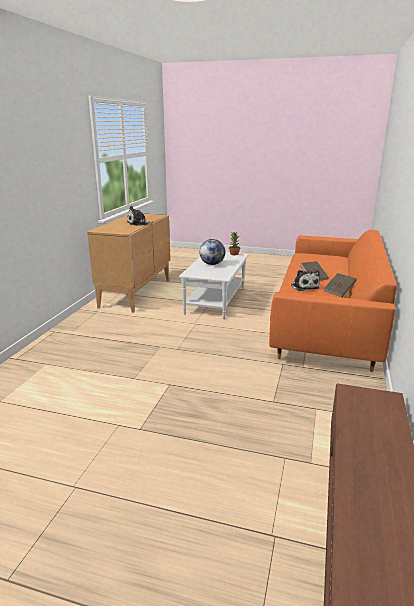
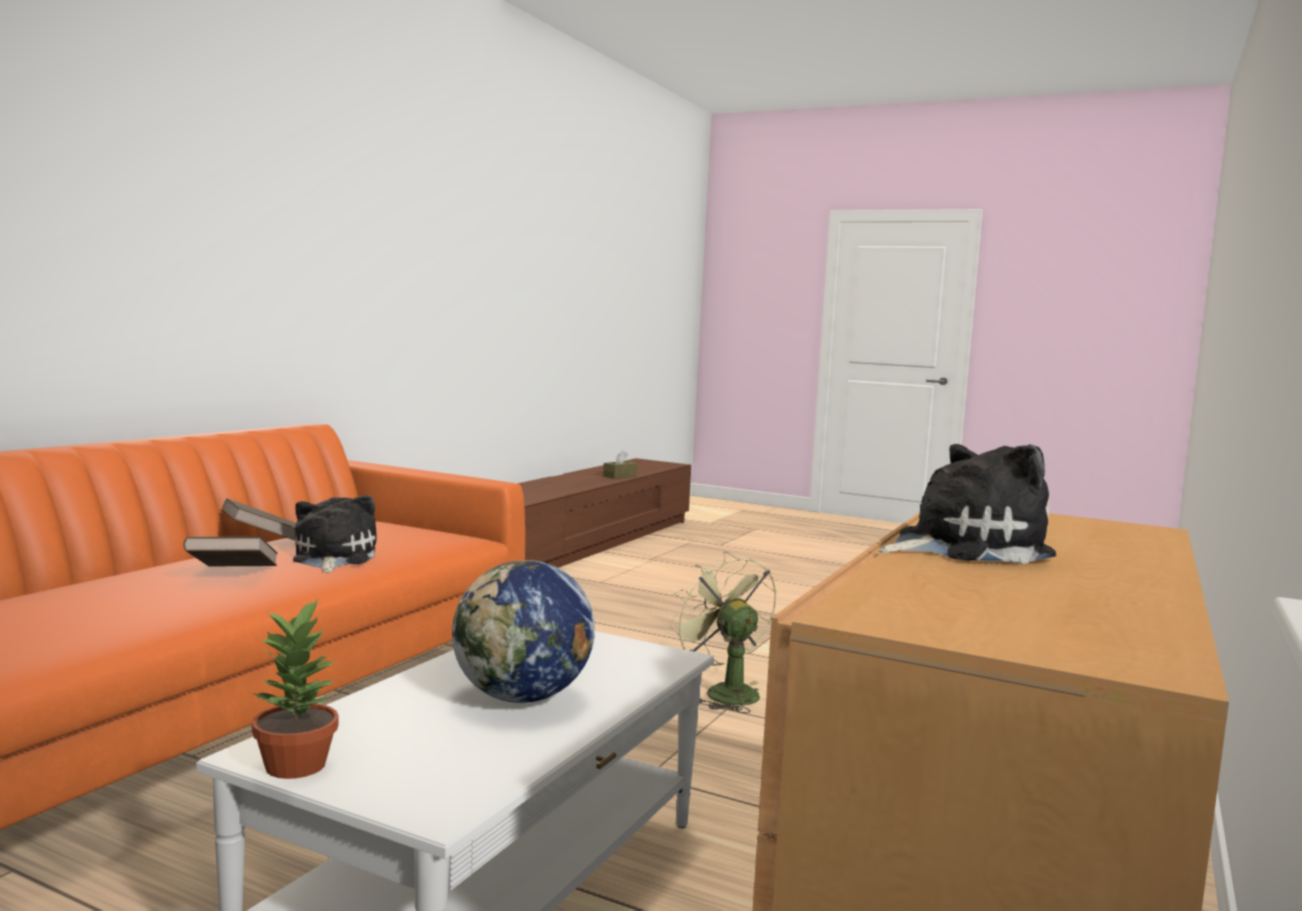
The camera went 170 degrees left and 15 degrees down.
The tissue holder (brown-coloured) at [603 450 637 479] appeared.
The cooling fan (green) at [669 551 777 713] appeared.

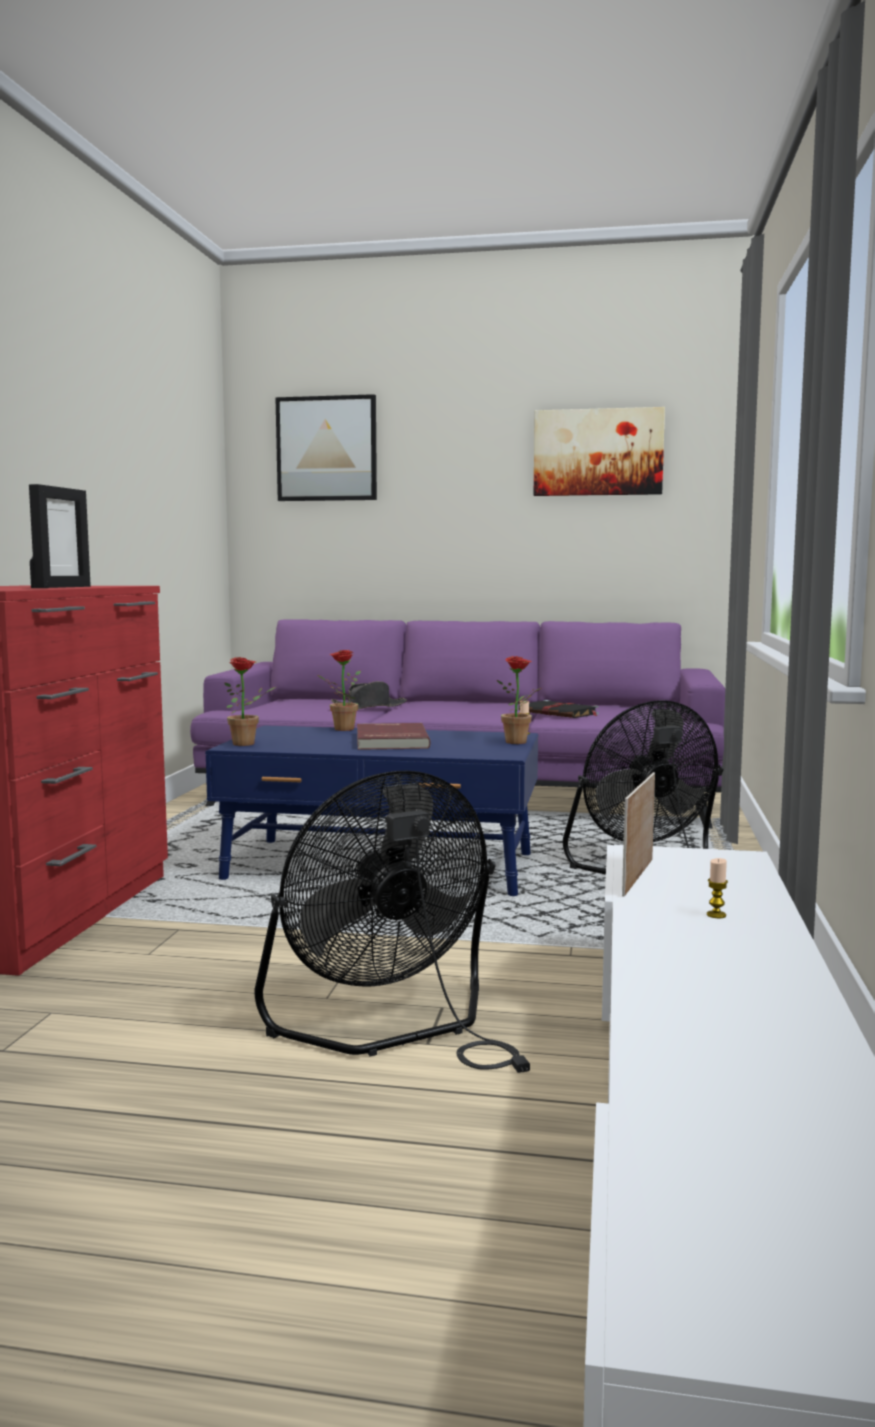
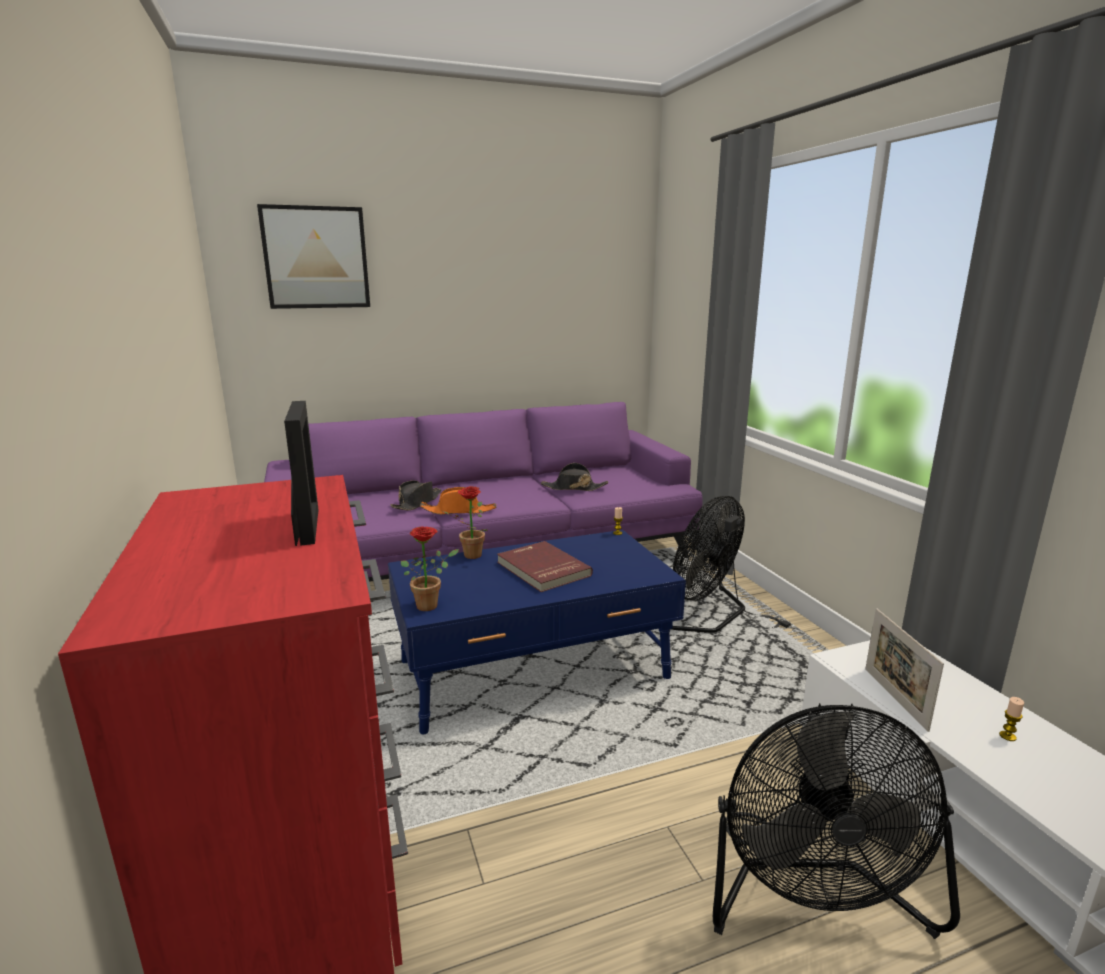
The camera went 30 degrees left and 10 degrees up.
The wall picture at [534 407 665 496] disappeared.
The plant in a pot at [497 656 541 744] disappeared.
The volume (black-coloured) at [519 700 599 718] was replaced by the hat (black-coloured) at [541 463 608 491].
The cooling fan (black-coloured) at [254 771 530 1073] turned 120 degrees counterclockwise.
The hat (orange-coloured) at [420 487 496 515] appeared.

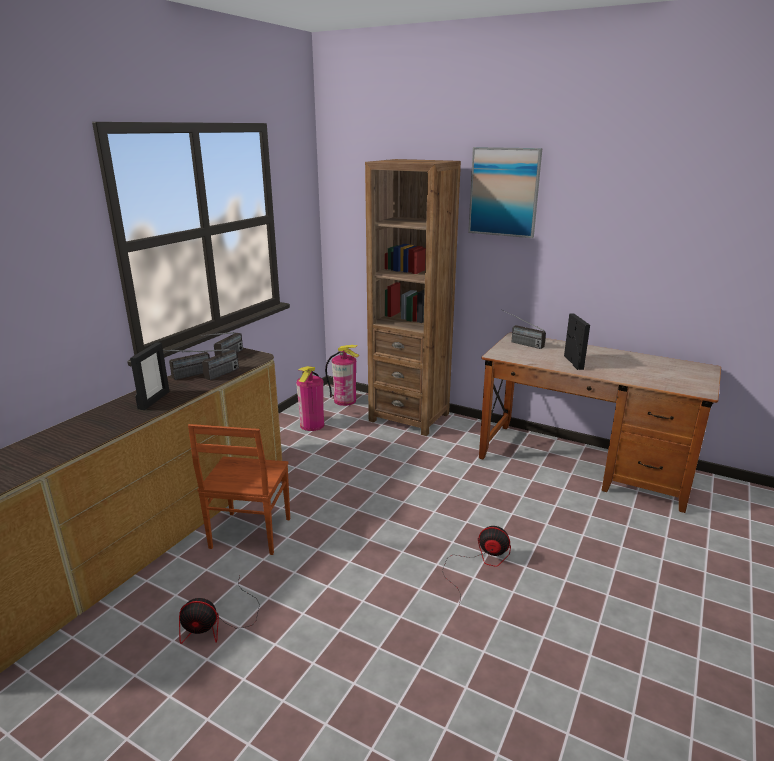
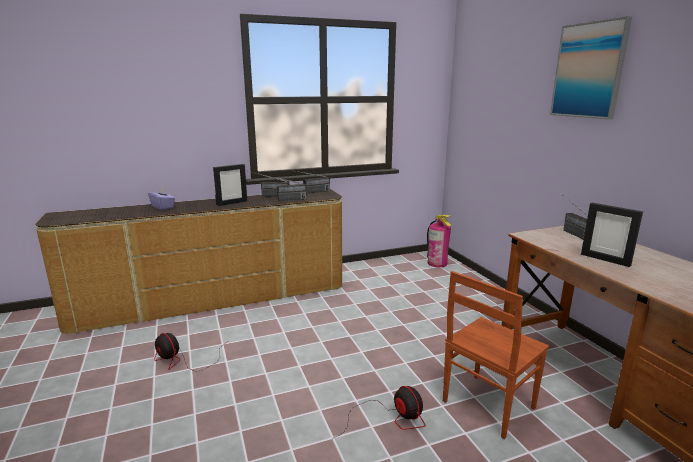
The camera went 40 degrees right and 5 degrees down.
The bookshelf (brown-coloured) at [365 159 461 436] disappeared.
The photo frame at [564 313 590 370] turned 105 degrees clockwise.
The extinguisher at [296 366 324 431] disappeared.
The chair (brown-coloured) moved from [188 424 290 555] to [443 271 549 439].
The tissue holder (purplish) at [148 186 175 210] appeared.

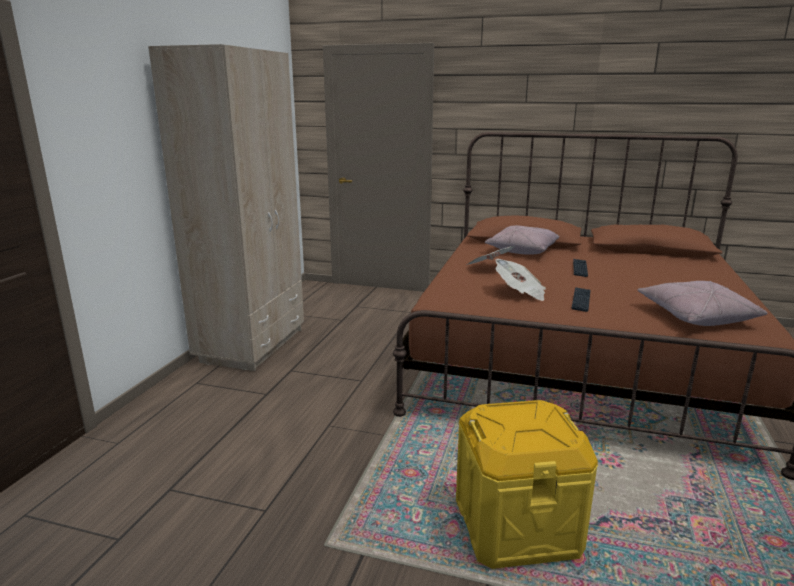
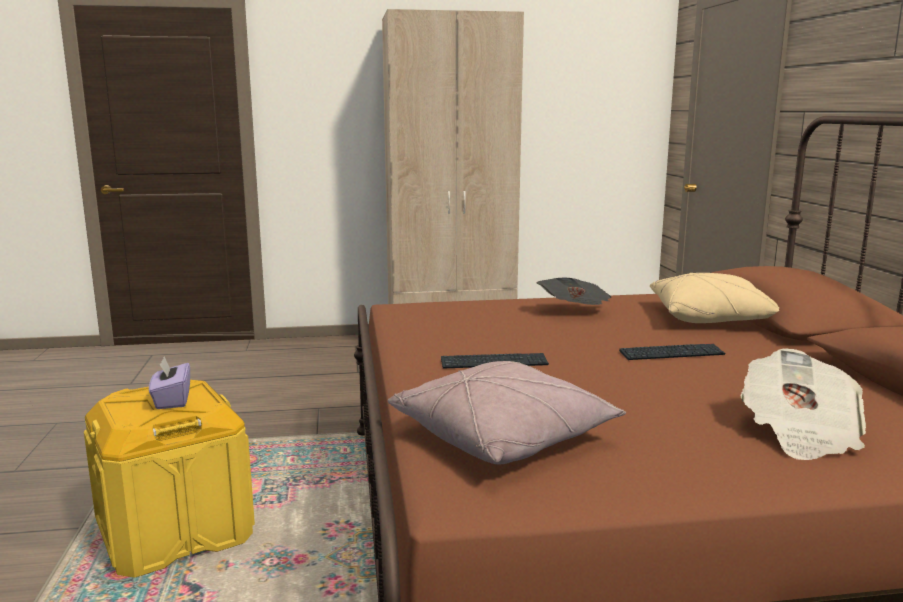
The camera went 65 degrees right and 5 degrees down.
The cushion (purplish) at [485 225 560 255] became the cushion (beige-coloured) at [650 273 779 323].
The newspaper moved from [496 259 546 301] to [741 349 866 460].
The tissue holder (purplish) at [149 356 190 409] appeared.

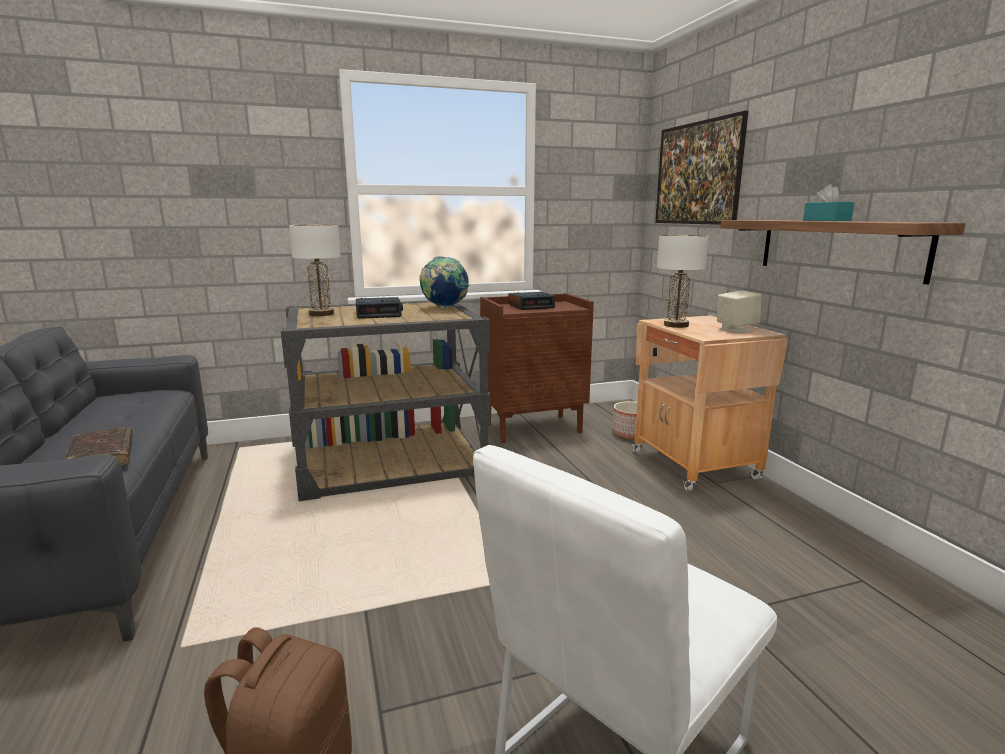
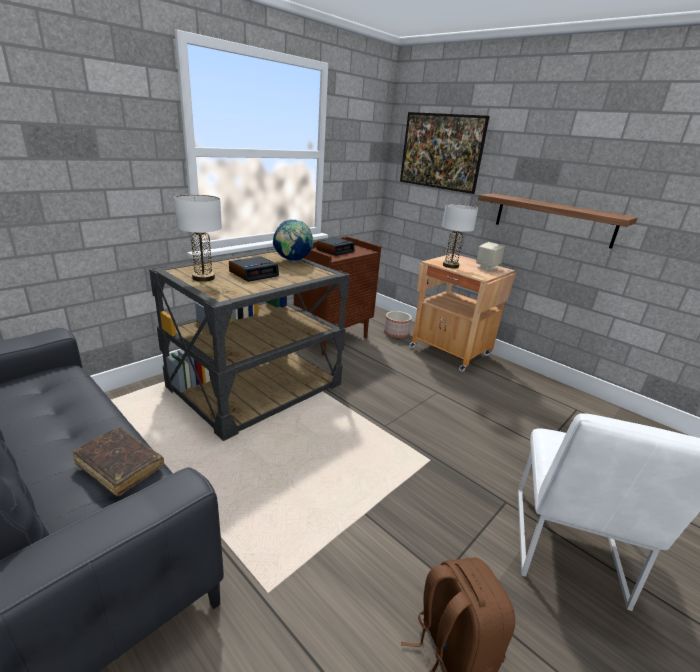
The camera went 30 degrees left and 10 degrees up.
The tissue holder (turquoise-coloured) at [803 184 854 221] disappeared.

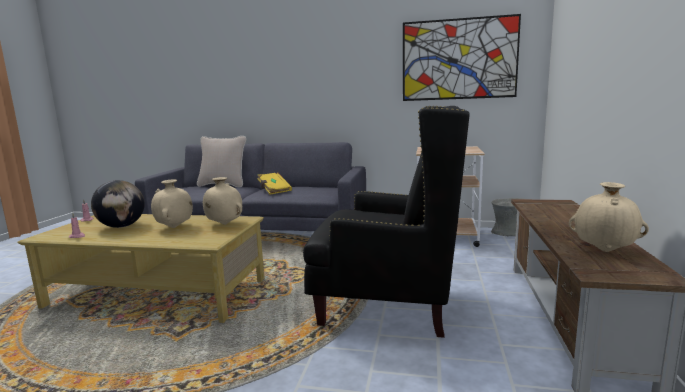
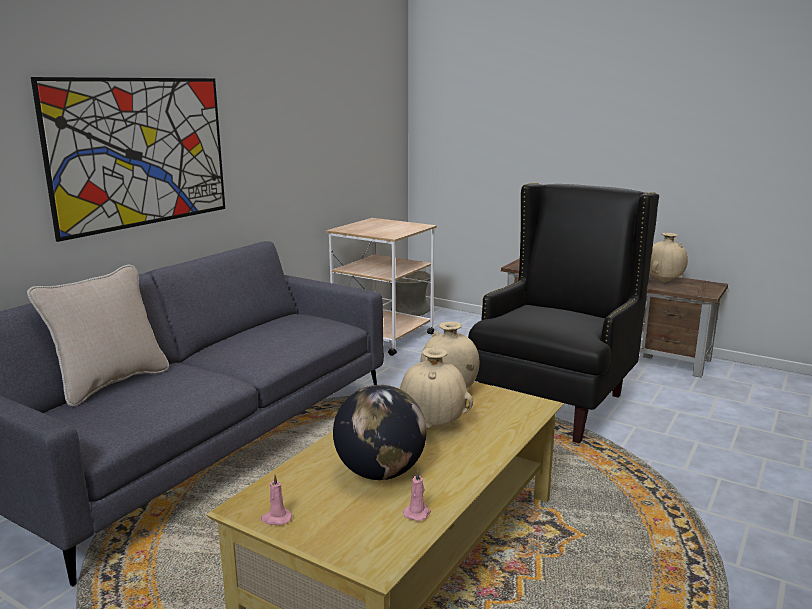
The camera went 70 degrees left and 5 degrees up.
The wall picture moved from [403 14 521 101] to [31 77 225 242].
The volume (yellowish) at [257 172 292 195] disappeared.

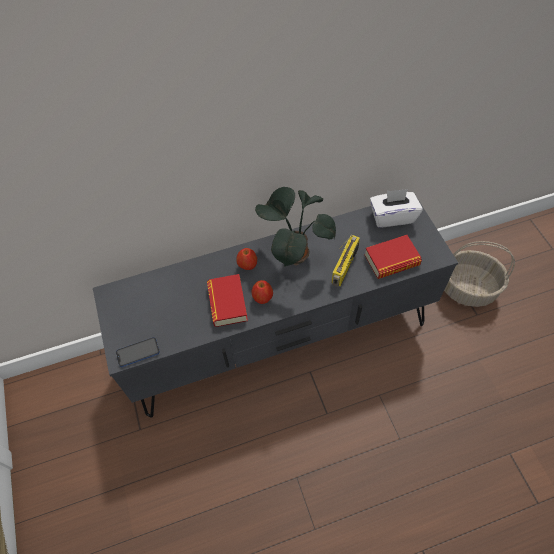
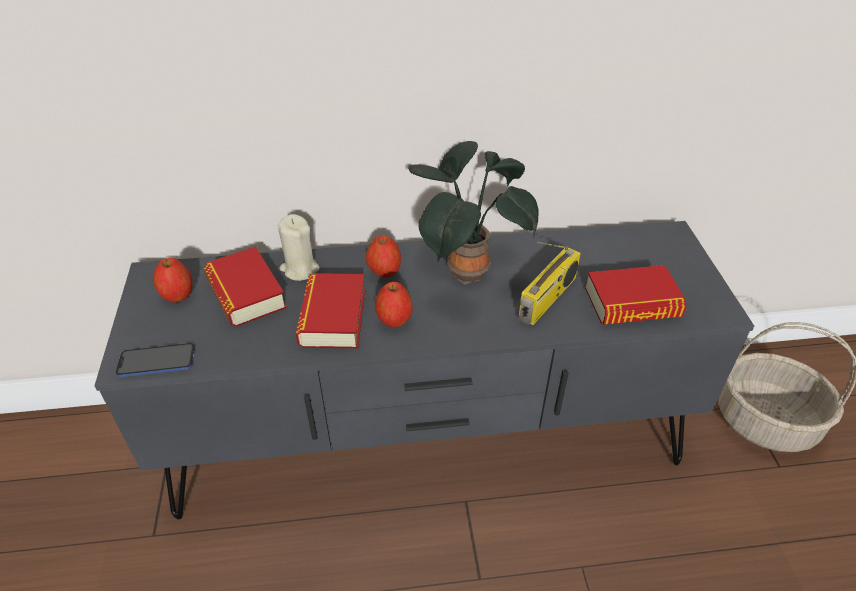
The camera went 10 degrees right and 15 degrees down.
The tissue holder (whitish) at [370 189 423 228] disappeared.
The wax light (beige-coloured) at [278 214 320 281] appeared.
The volume at [204 247 287 327] appeared.
The whole apple at [153 258 192 303] appeared.

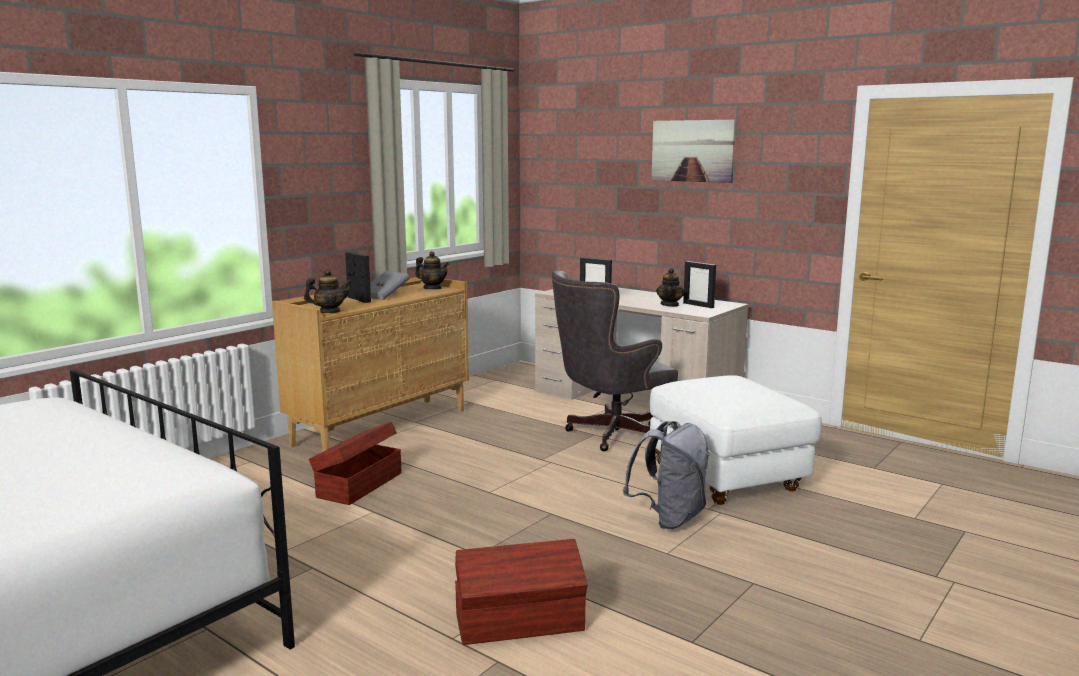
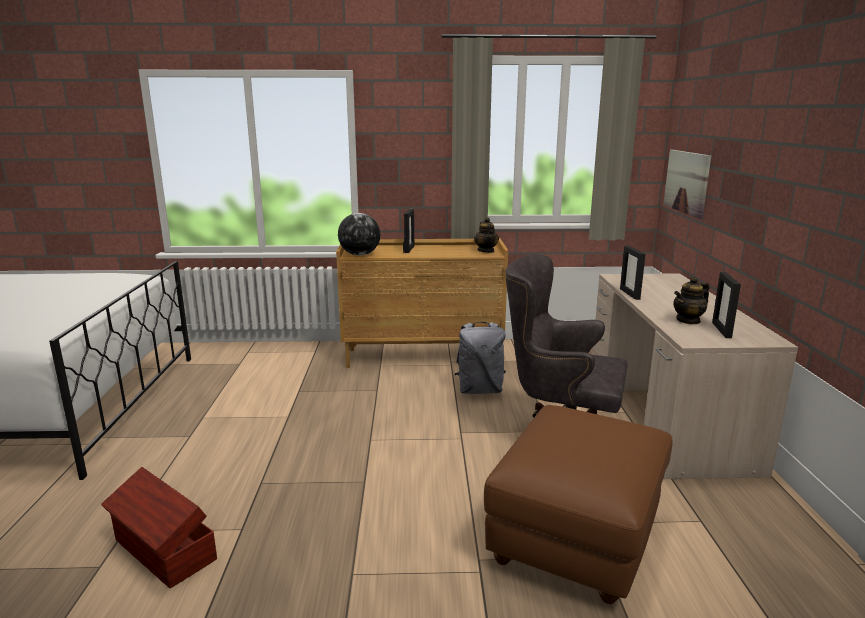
The camera went 50 degrees right and 5 degrees up.
The wall picture moved from [651 120 736 183] to [663 149 711 219].
The teapot at [304 269 352 313] was replaced by the globe at [338 213 380 256].
The volume (gray) at [370 271 410 300] disappeared.
The pouffe (whitish) at [650 375 822 505] became the pouffe (brown-coloured) at [484 405 673 604].
The backpack (gray) moved from [623 421 709 529] to [455 322 506 394].
The storage bin (brown-coloured) at [309 422 401 505] disappeared.

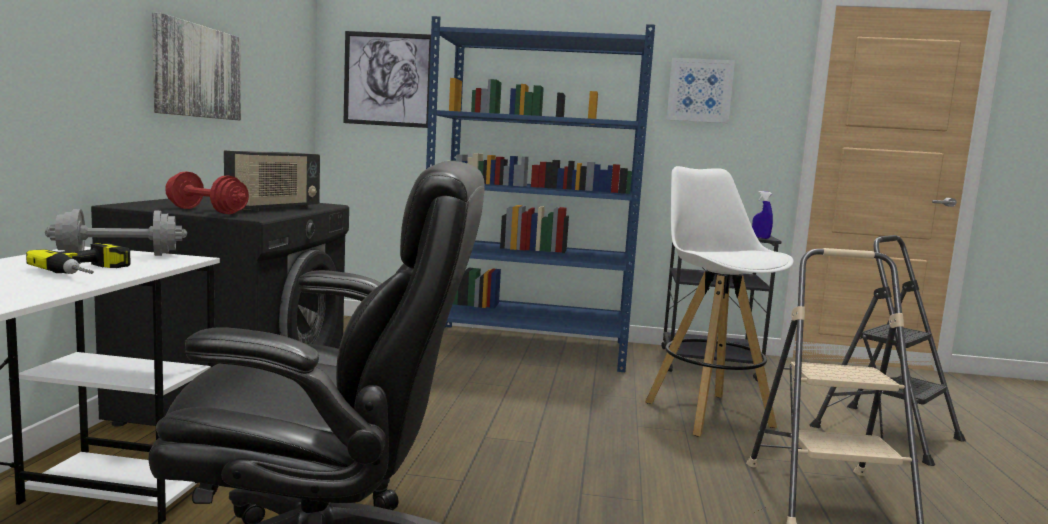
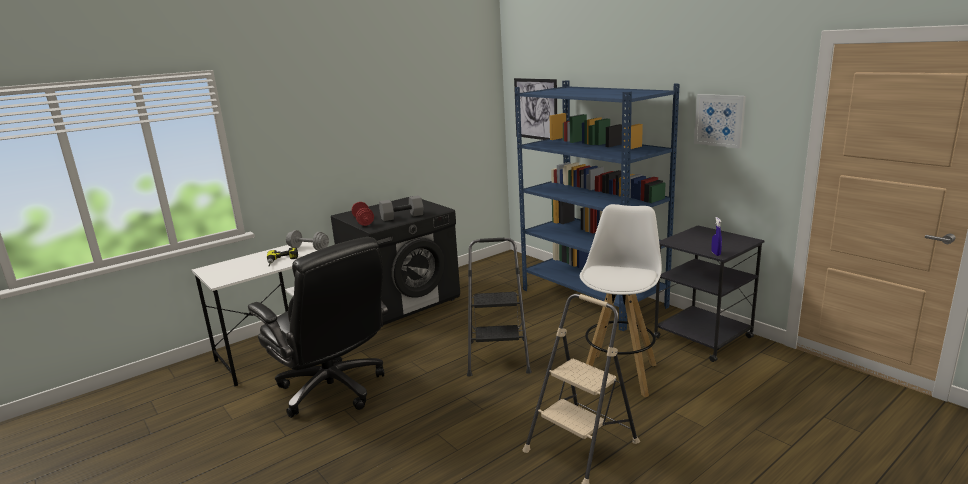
The camera went 45 degrees right and 10 degrees up.
The wall picture at [152 12 241 120] disappeared.
The radio set at [224 150 320 211] was replaced by the hand weight (gray) at [379 195 424 221].
The step ladder (black-coloured) moved from [810 235 966 466] to [467 238 532 377].

